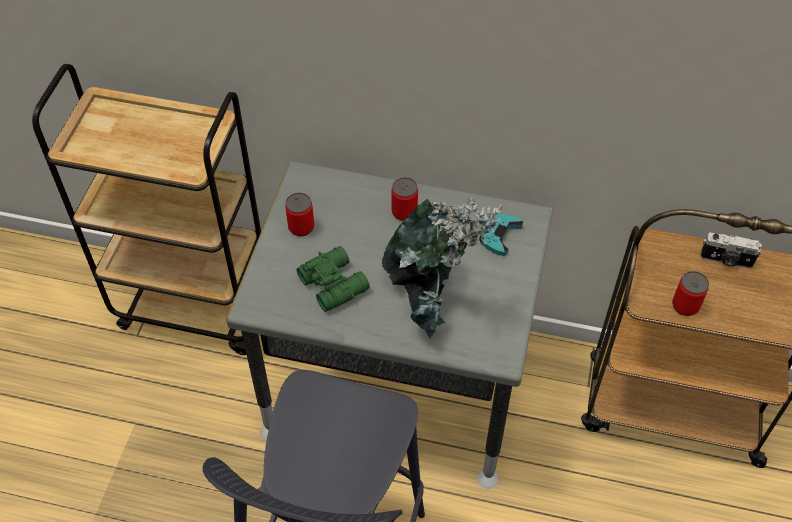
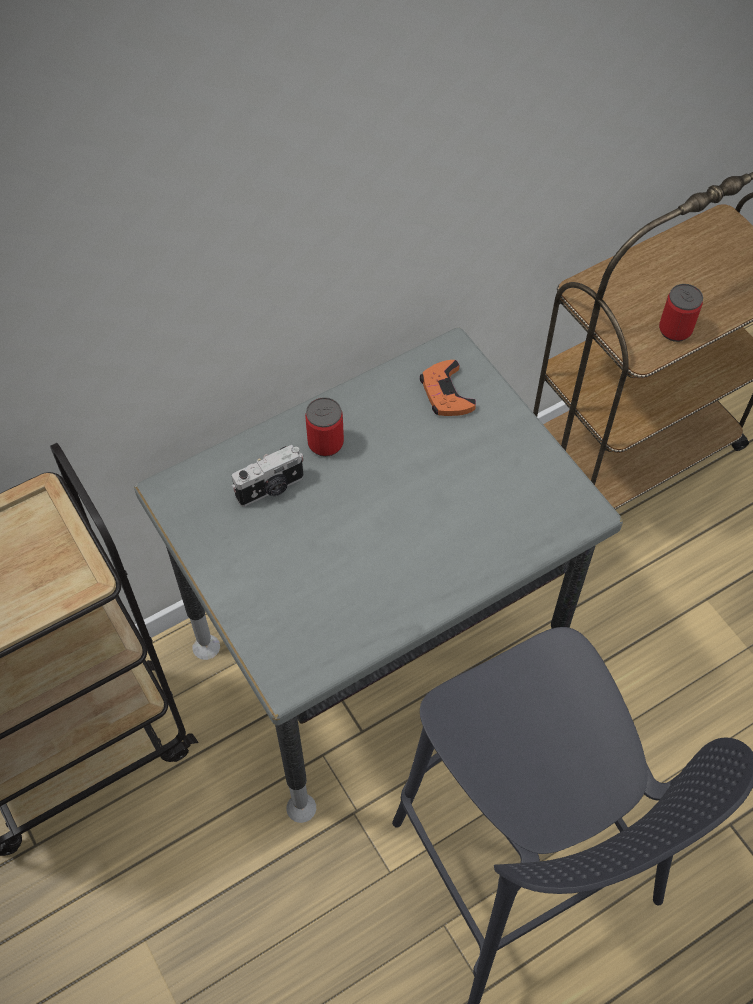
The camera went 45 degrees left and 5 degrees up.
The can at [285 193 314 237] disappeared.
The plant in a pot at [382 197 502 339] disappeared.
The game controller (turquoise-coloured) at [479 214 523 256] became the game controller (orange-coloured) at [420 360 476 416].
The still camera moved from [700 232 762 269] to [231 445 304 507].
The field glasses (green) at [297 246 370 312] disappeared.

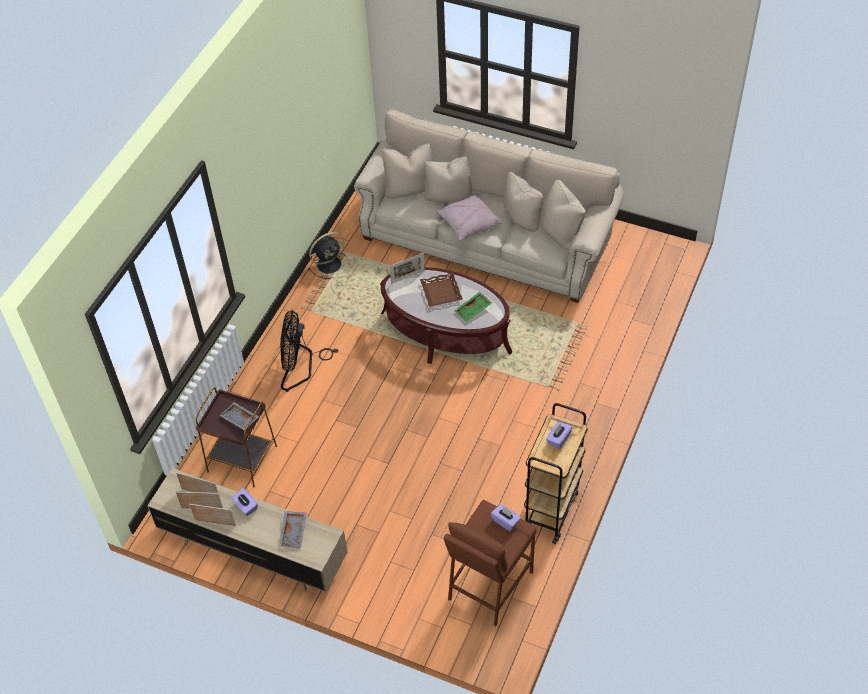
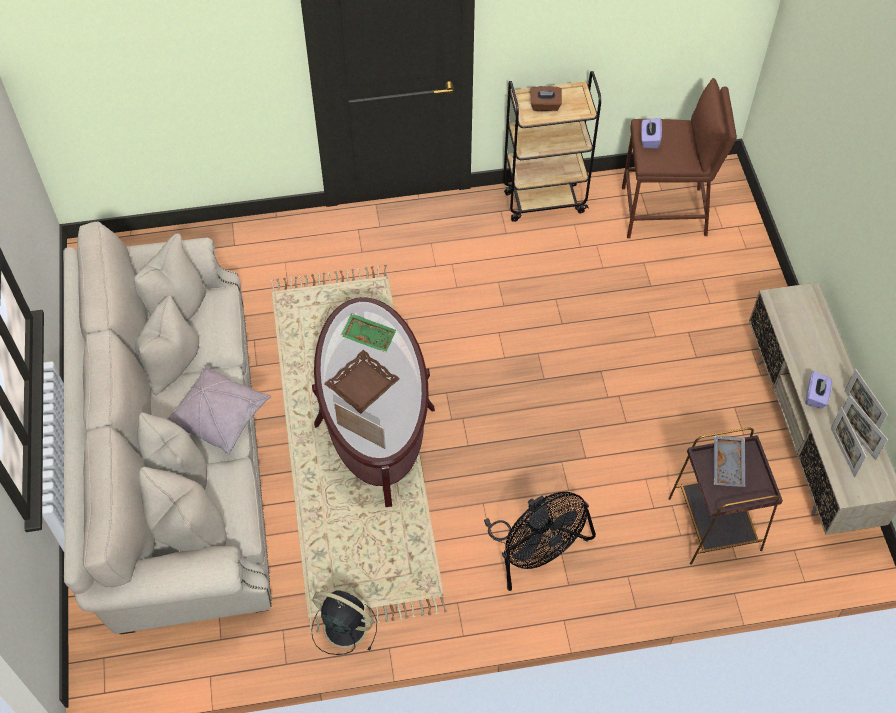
The camera went 125 degrees left and 5 degrees up.
The tissue holder (purplish) at [546 422 573 449] became the tissue holder (brown-coloured) at [530 86 562 111].
The serving tray (gray) at [279 511 307 548] disappeared.

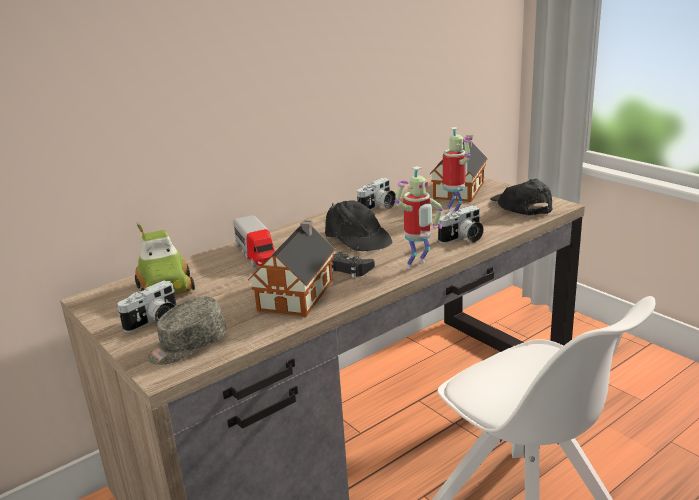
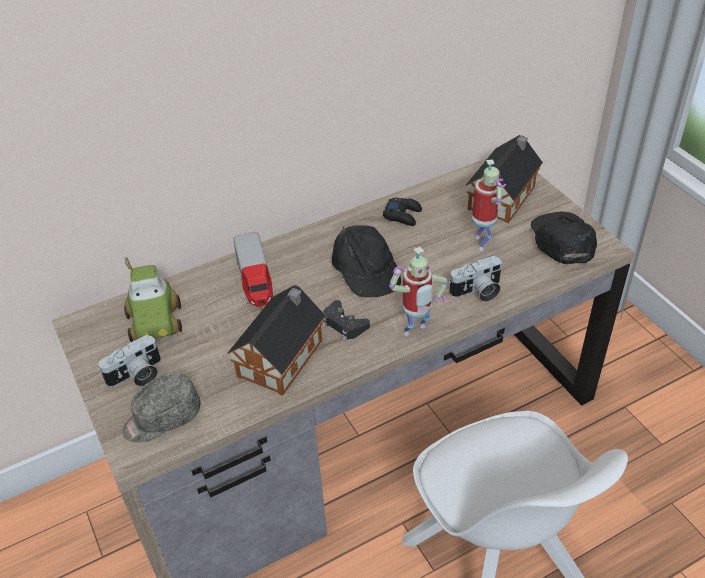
The camera went 10 degrees right and 20 degrees up.
The still camera at [357 178 396 210] was replaced by the game controller (black-coloured) at [383 198 422 226].

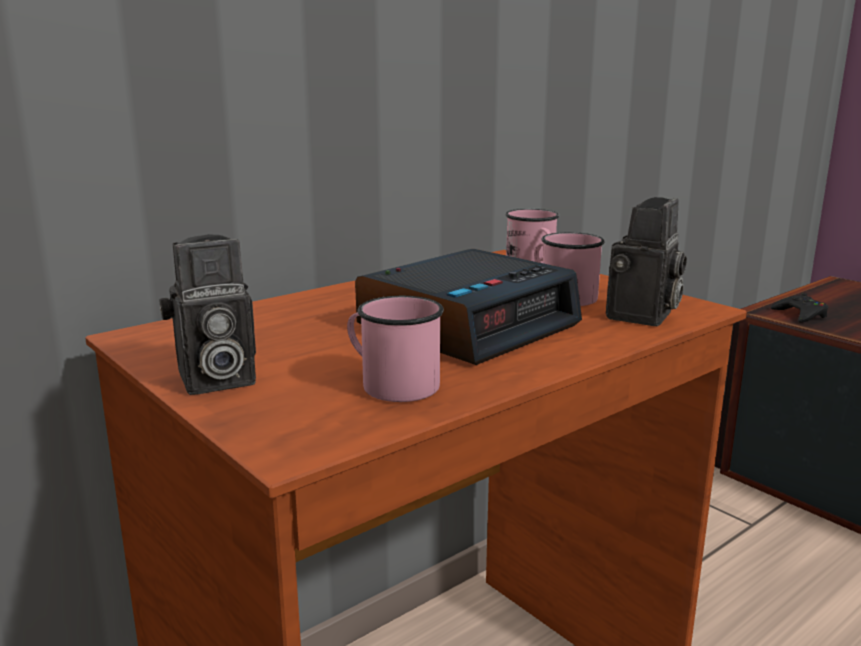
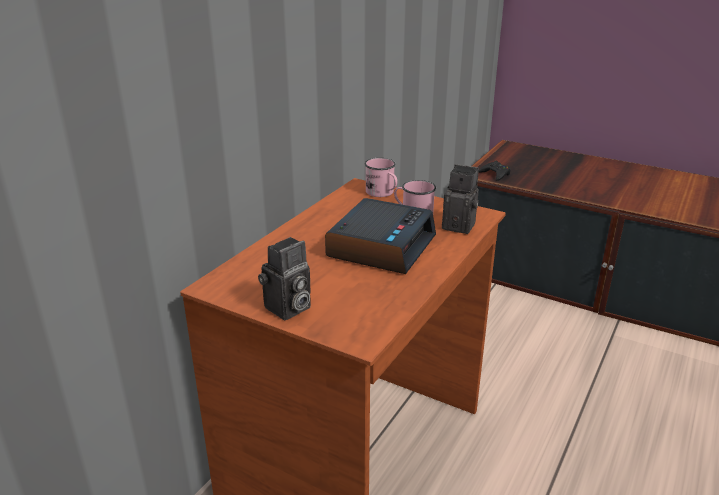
The camera went 20 degrees left and 10 degrees up.
The still camera at [606 197 687 326] turned 75 degrees counterclockwise.
The tea mug (pink) at [347 296 444 402] disappeared.

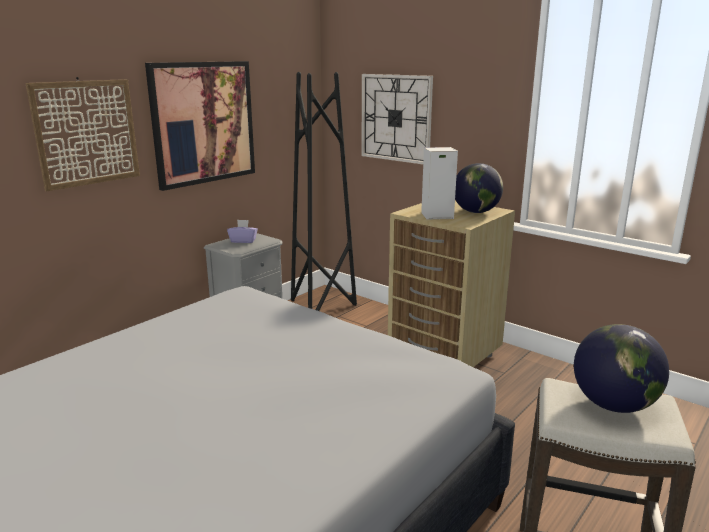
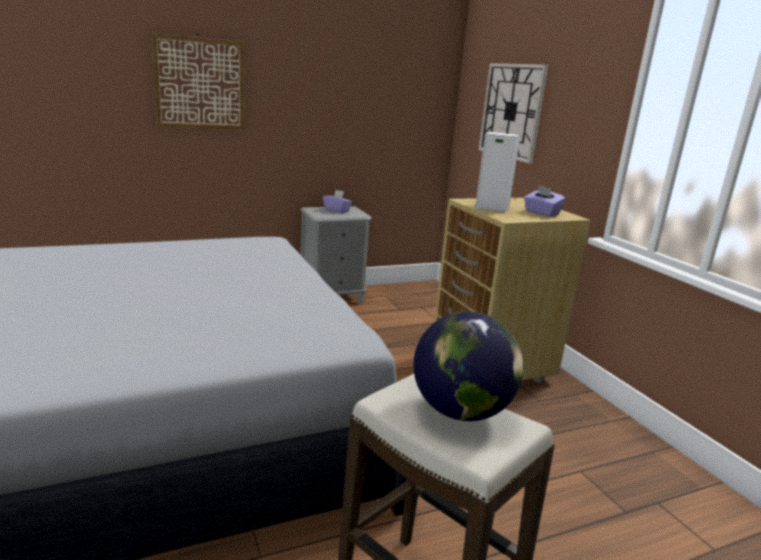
The camera went 25 degrees right and 0 degrees up.
The wall picture at [145 61 255 191] disappeared.
The garment rack (black-coloured) at [291 72 357 311] disappeared.
The globe at [455 163 503 213] was replaced by the tissue holder (purplish) at [524 185 566 217].

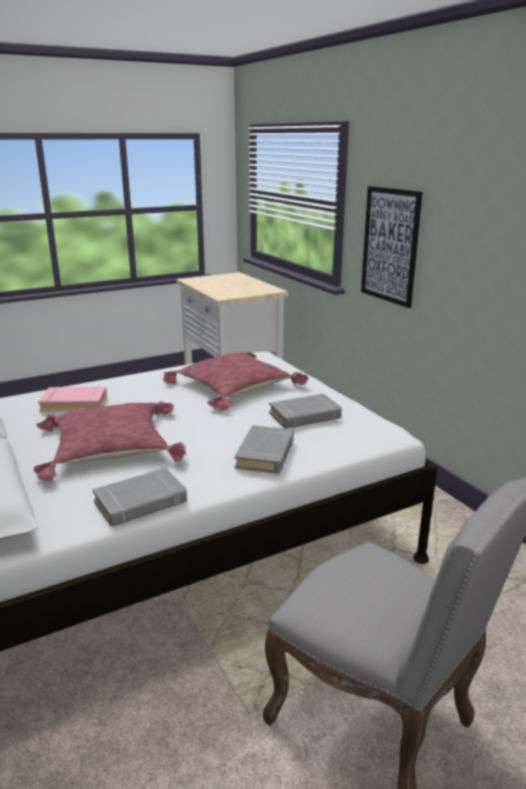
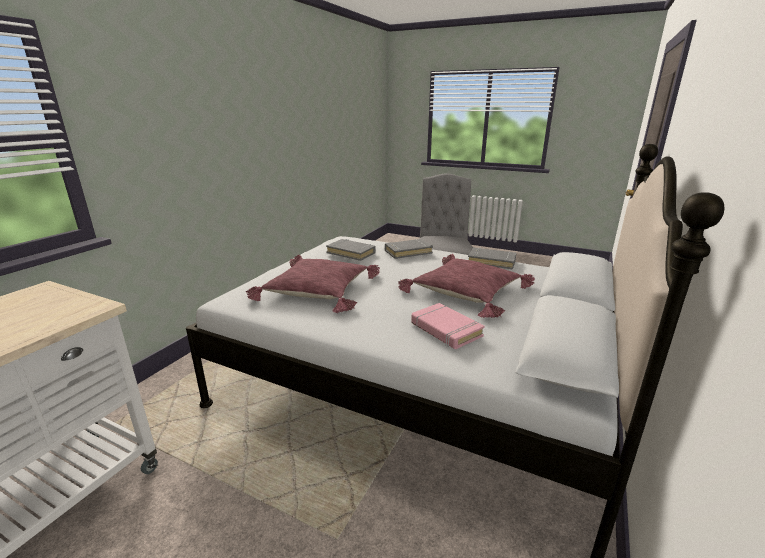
The camera went 125 degrees left and 0 degrees up.
The wall picture at [361 186 422 308] disappeared.

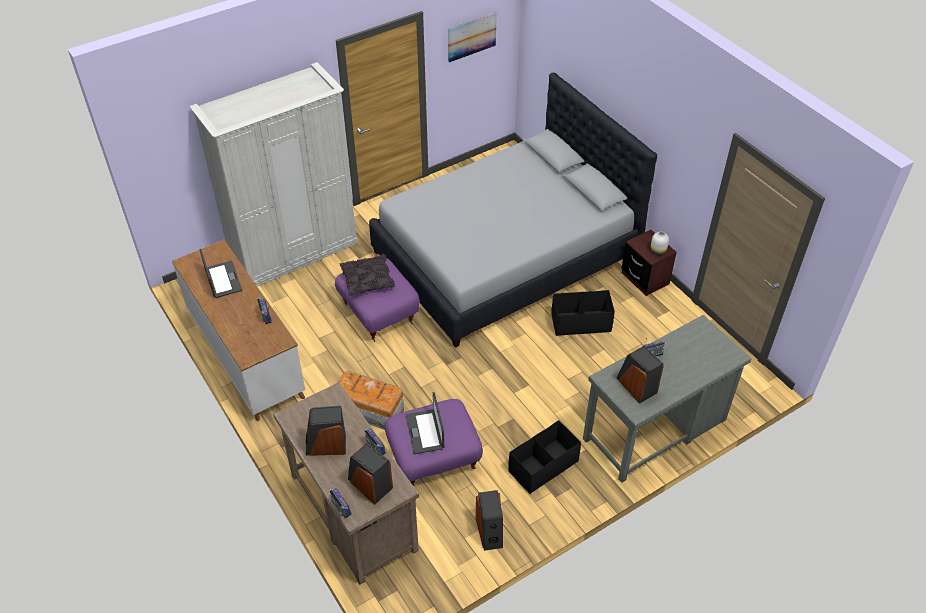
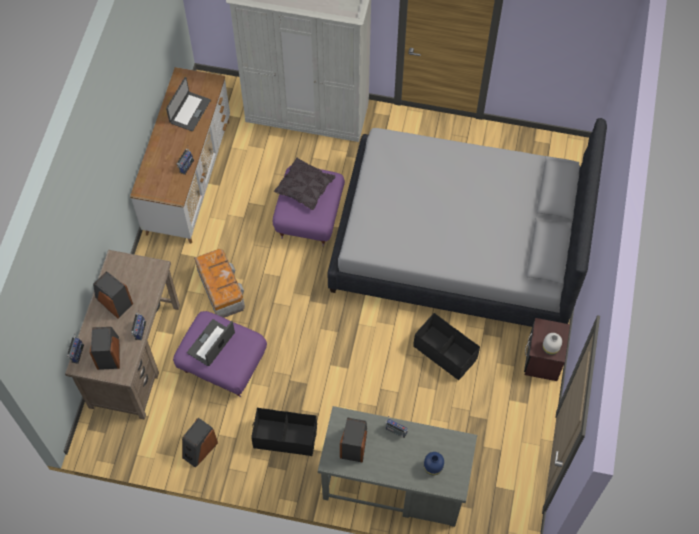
The camera went 45 degrees right and 15 degrees up.
The wall picture at [448 12 497 63] disappeared.
The vase (bluish) at [424 452 444 475] appeared.

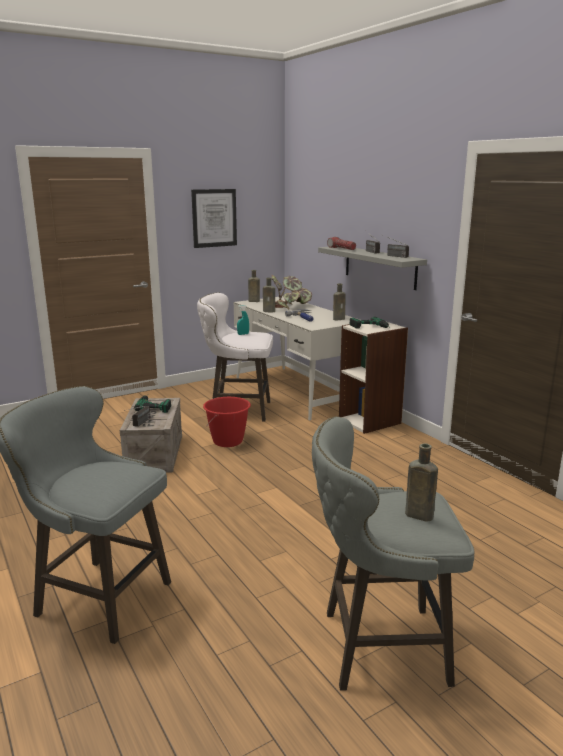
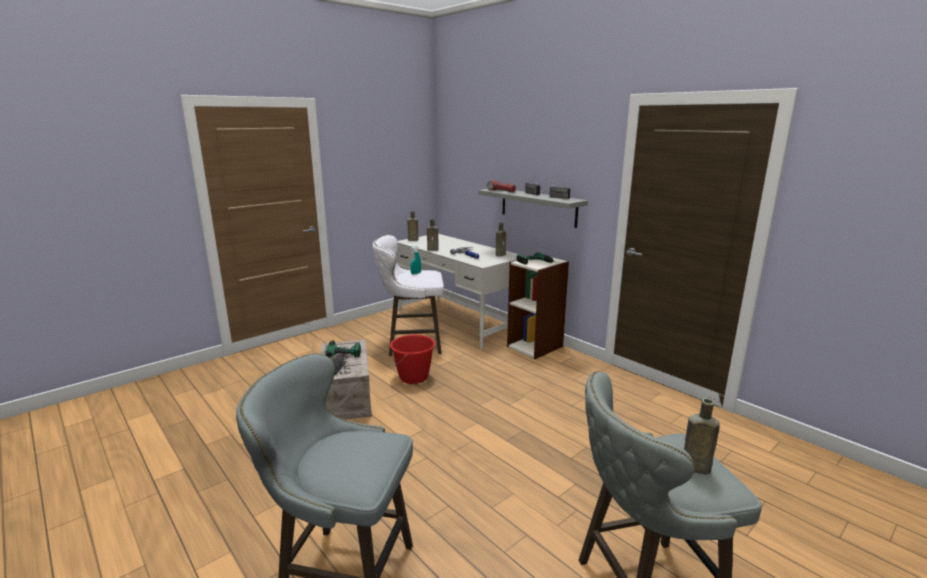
The camera went 10 degrees left and 0 degrees up.
The wall picture at [191 189 237 248] disappeared.
The plant in a pot at [271 275 312 309] disappeared.

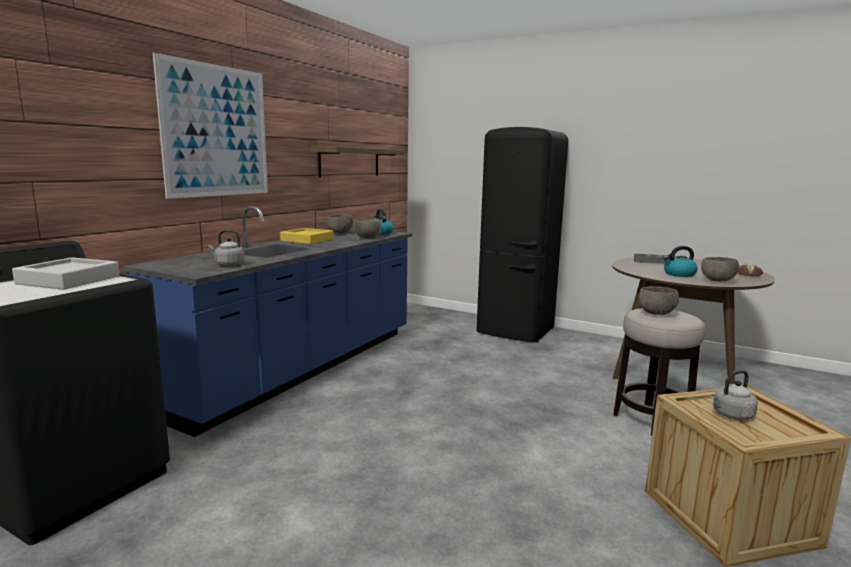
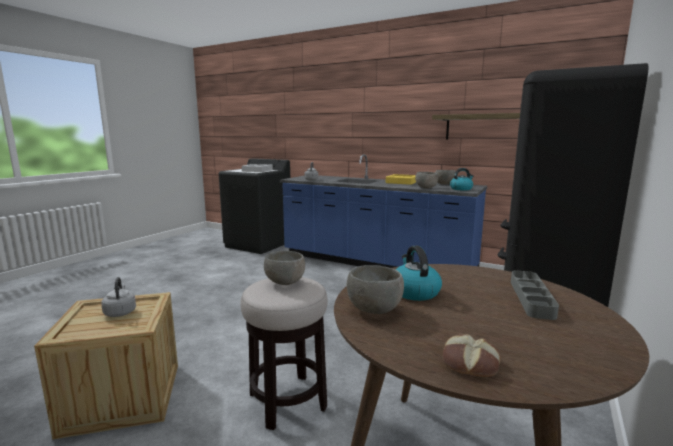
The camera went 90 degrees right and 0 degrees up.
The wall picture at [153 53 268 199] disappeared.

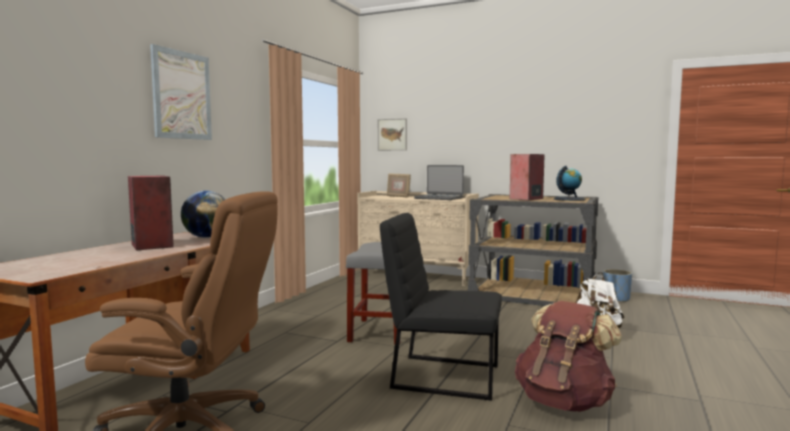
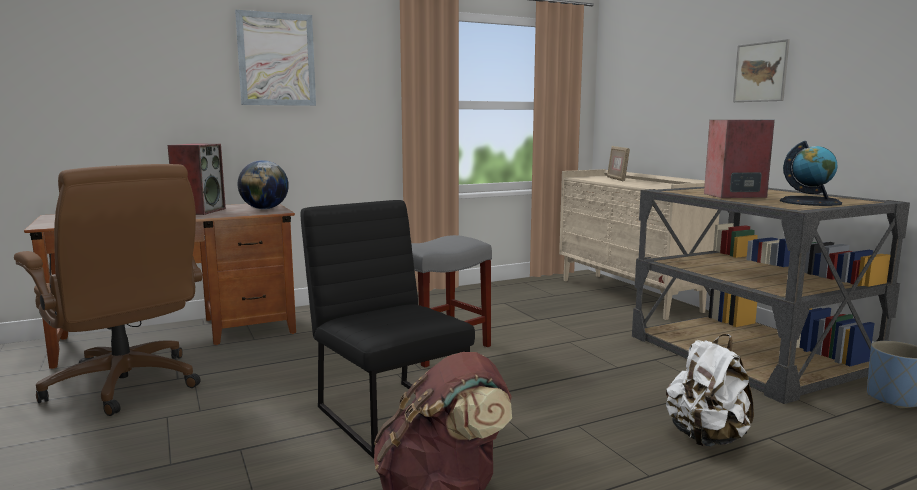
The camera went 40 degrees right and 5 degrees up.
The wall picture moved from [378 118 407 151] to [733 39 790 102].
The notebook computer at [414 165 464 200] disappeared.

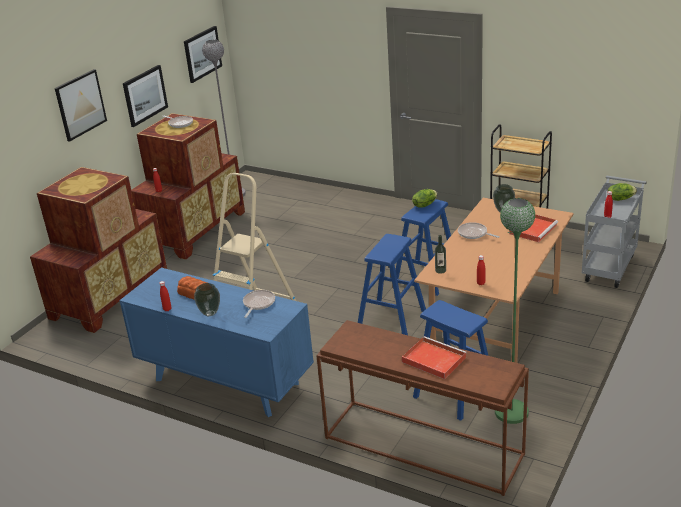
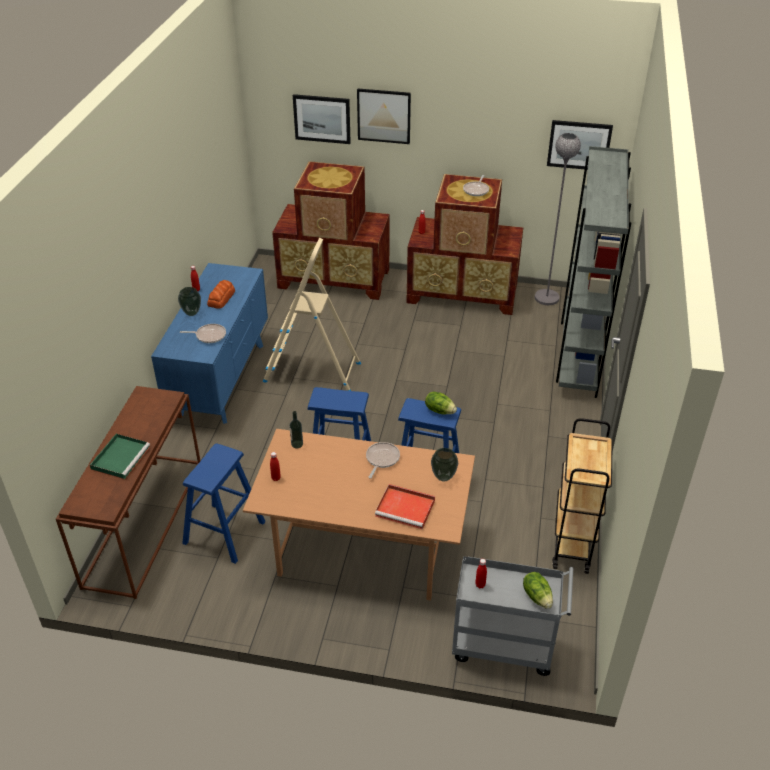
The camera went 70 degrees right and 10 degrees up.
The wall picture moved from [123 65 168 127] to [293 94 351 144].
The standing lamp (green) at [495 198 535 424] disappeared.
The serving tray (red) at [402 336 467 379] became the serving tray (green) at [90 434 150 479].
The bookshelf (gray) at [556 146 632 398] appeared.

